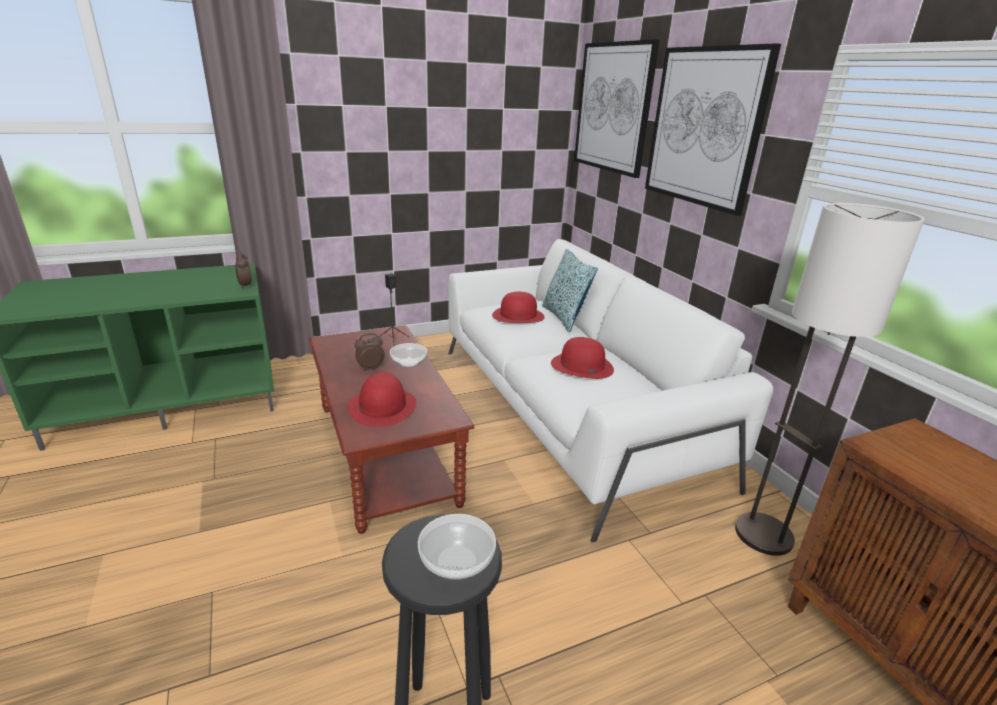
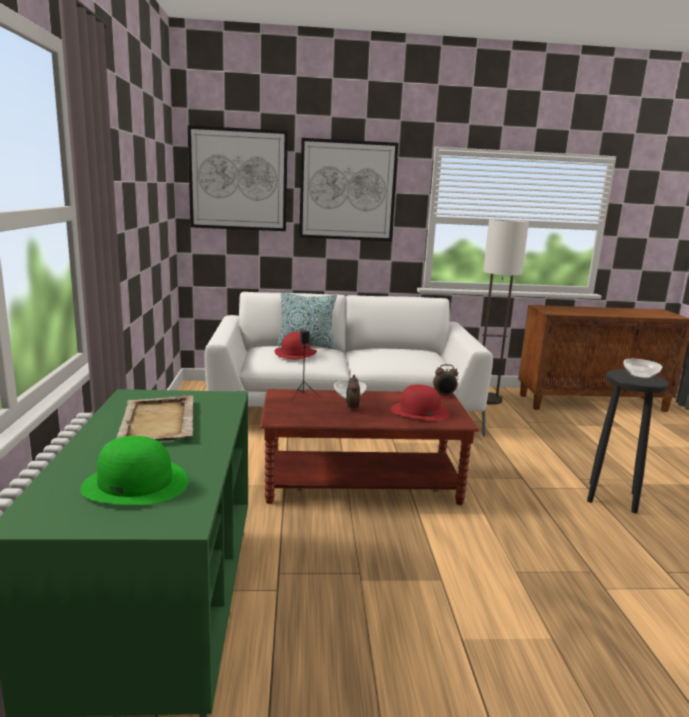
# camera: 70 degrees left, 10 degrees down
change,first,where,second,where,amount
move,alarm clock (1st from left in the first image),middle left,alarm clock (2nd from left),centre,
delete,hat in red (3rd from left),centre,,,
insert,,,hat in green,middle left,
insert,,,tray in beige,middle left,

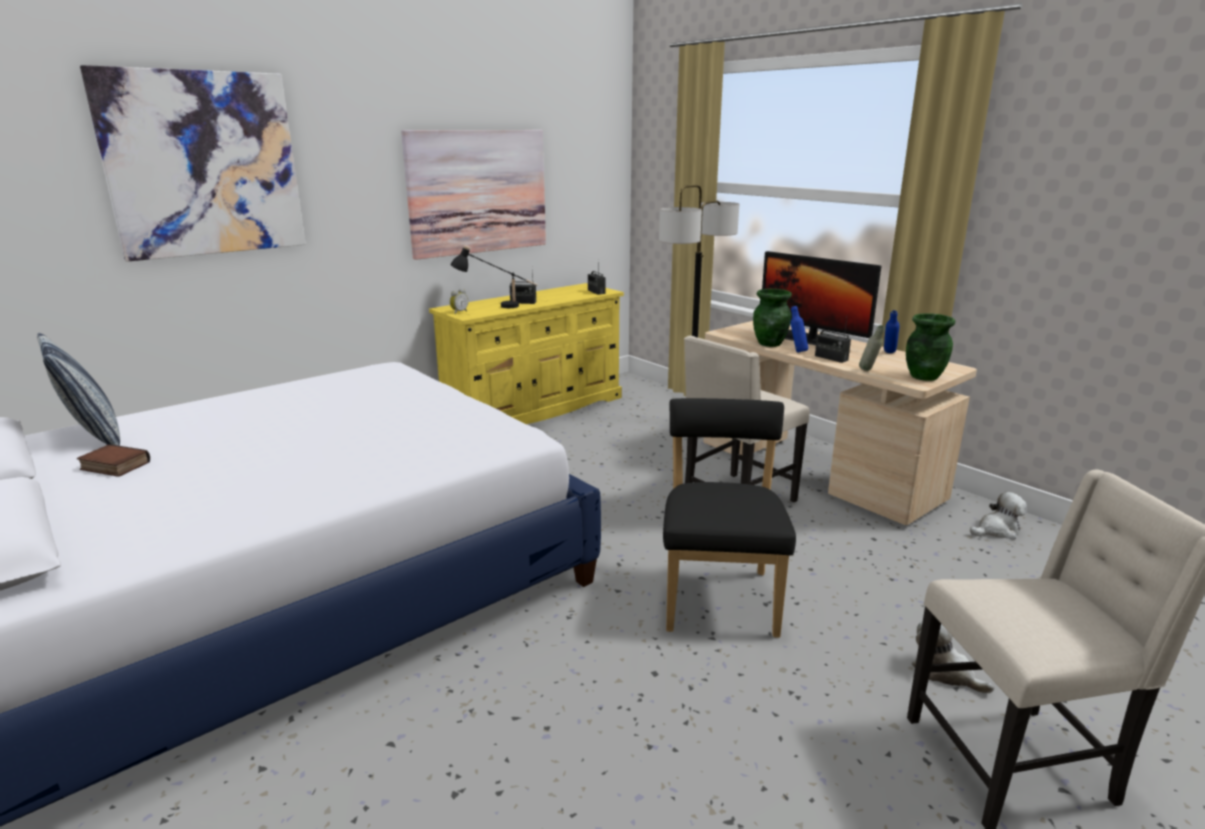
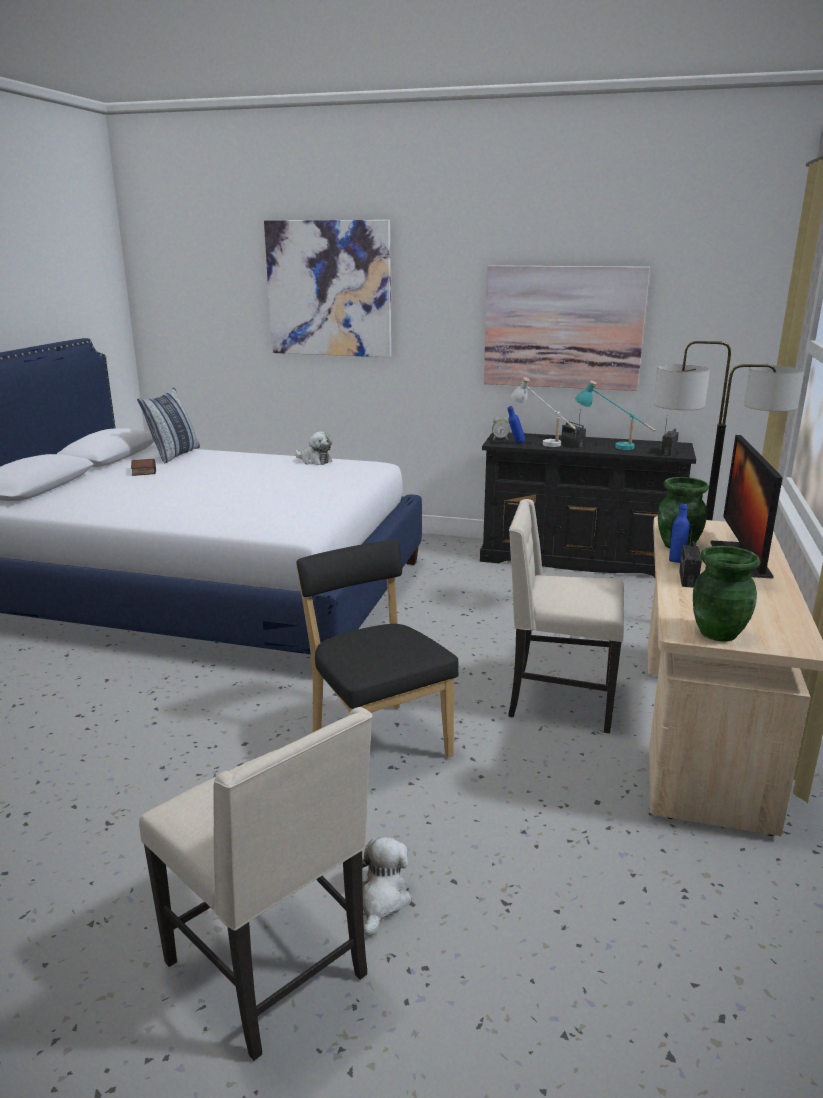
# camera: 55 degrees right, 0 degrees up
change,first,where,second,where,amount
recolor,dresser in yellow,centre,dresser in black,middle right,
recolor,table lamp in black,top centre,table lamp in white,centre,
rotate,chair in black,centre,,centre,90 degrees counterclockwise
delete,bottle in grey,middle right,,,
move,bottle in blue (2nd from left in the first image),middle right,bottle in blue (1st from left),centre,
move,plush toy (2nd from left in the first image),middle right,plush toy (1st from left),centre,
insert,,,table lamp in turquoise,middle right,

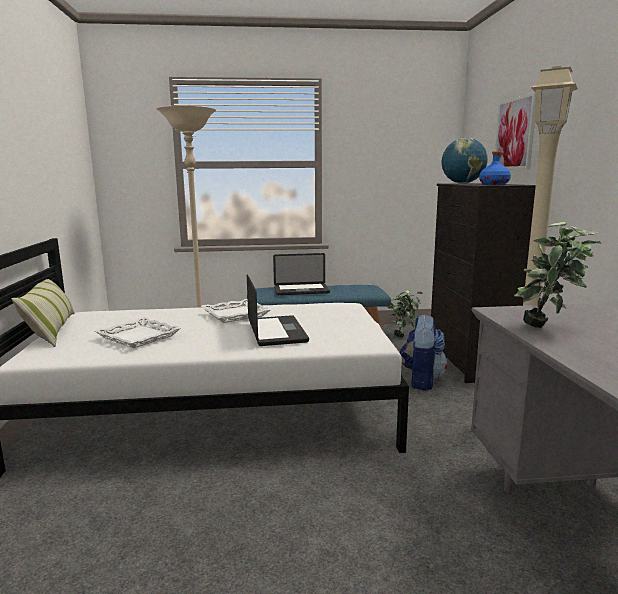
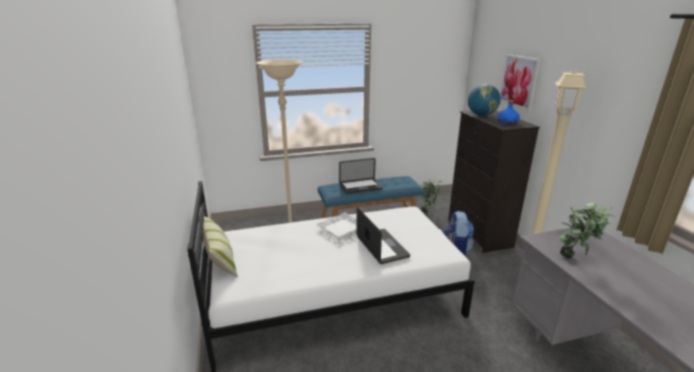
# camera: 10 degrees left, 10 degrees up
change,first,where,second,where,amount
delete,tray in white (1st from left),middle left,,,

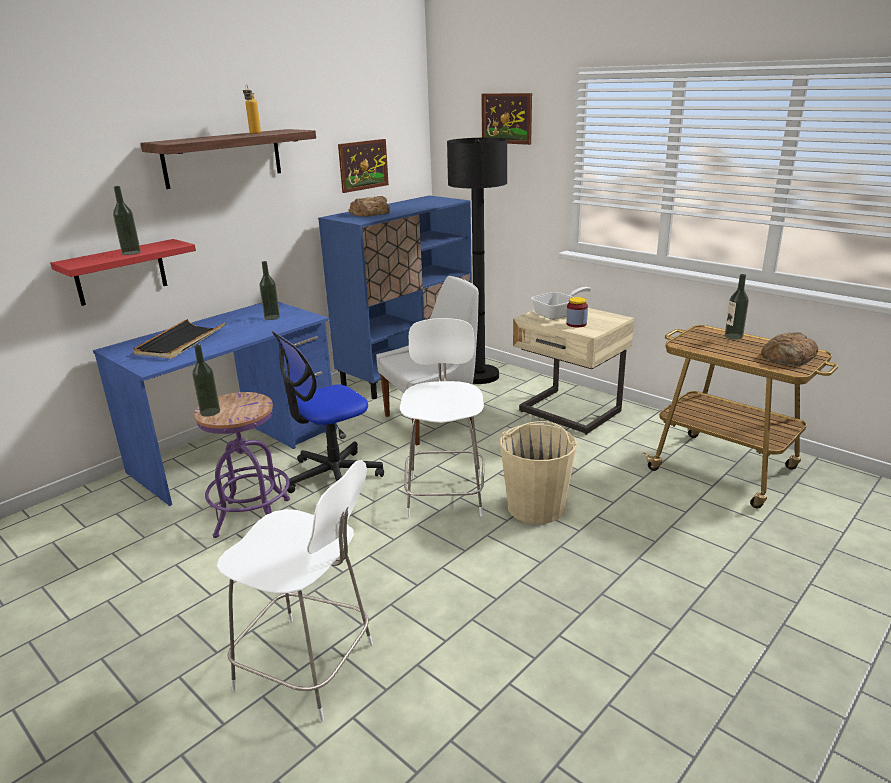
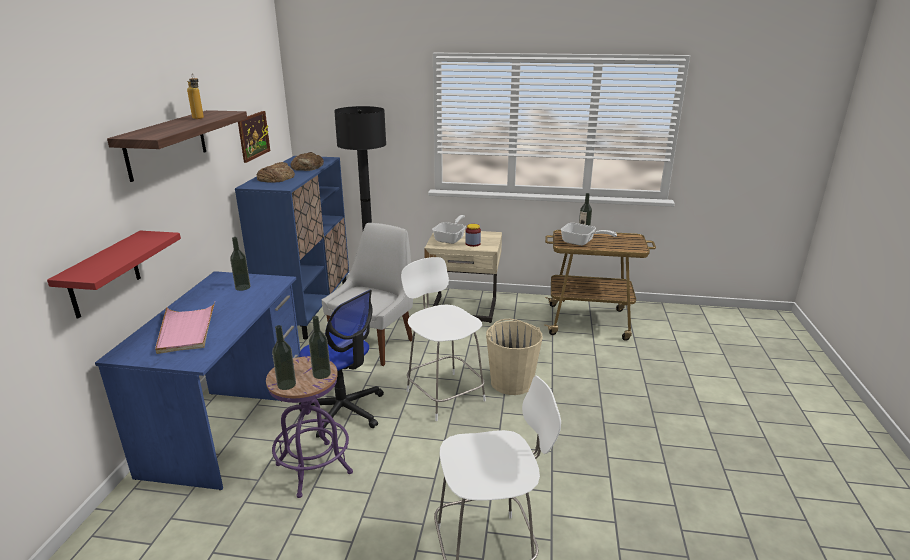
# camera: 35 degrees left, 0 degrees up
change,first,where,second,where,amount
move,bottle (1st from left in the first image),top left,bottle (4th from left),centre,
recolor,tray in black,middle left,tray in pink,middle left,
rotate,office chair,centre,,centre,75 degrees counterclockwise
delete,picture (2nd from left),top centre,,,
move,bread (2nd from left),middle right,,top centre,
insert,,,frying pan (2nd from left),centre,

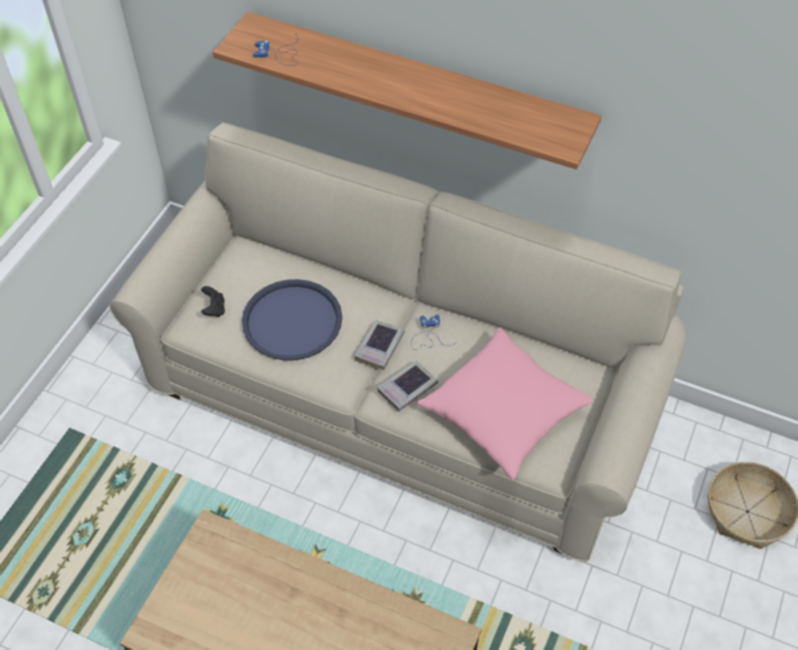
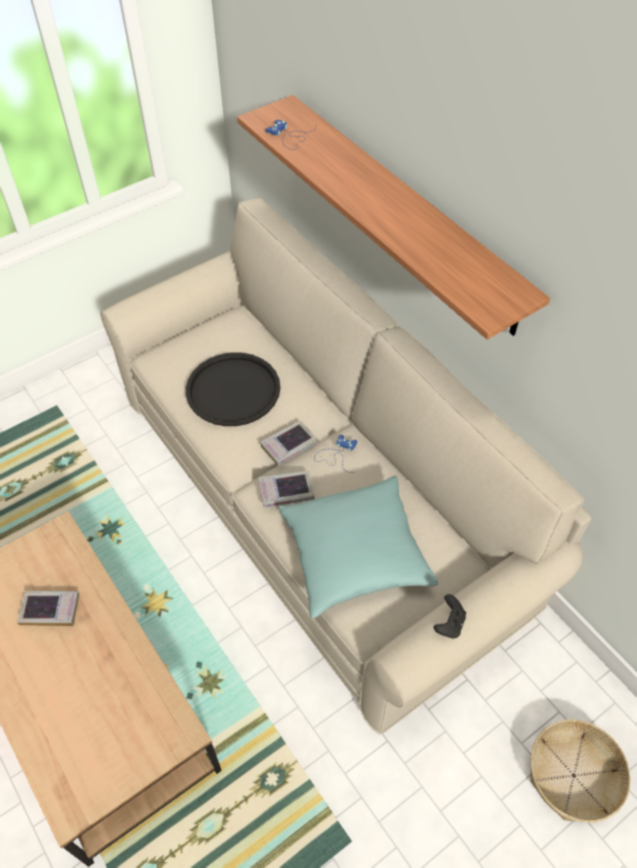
# camera: 30 degrees right, 0 degrees up
change,first,where,second,where,amount
move,game controller in black,middle left,,bottom right,
recolor,tray in blue,centre,tray in black,centre,
recolor,pillow in pink,centre,pillow in turquoise,centre,
insert,,,book (1st from left),bottom left,

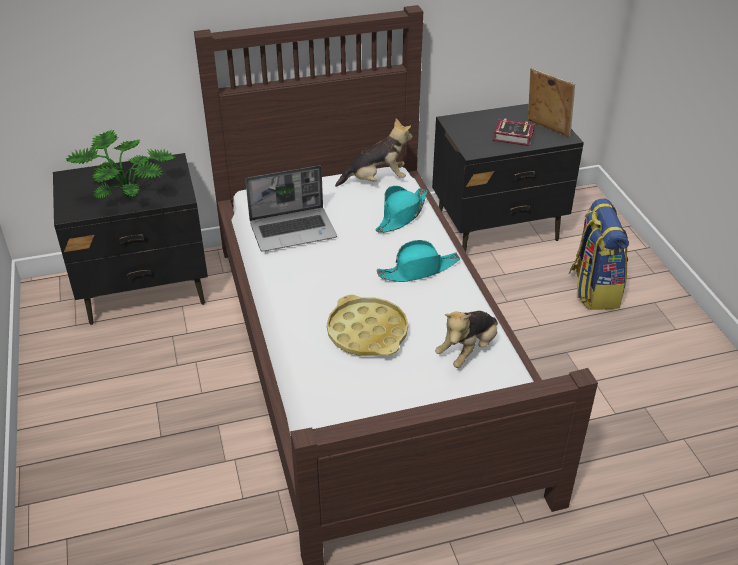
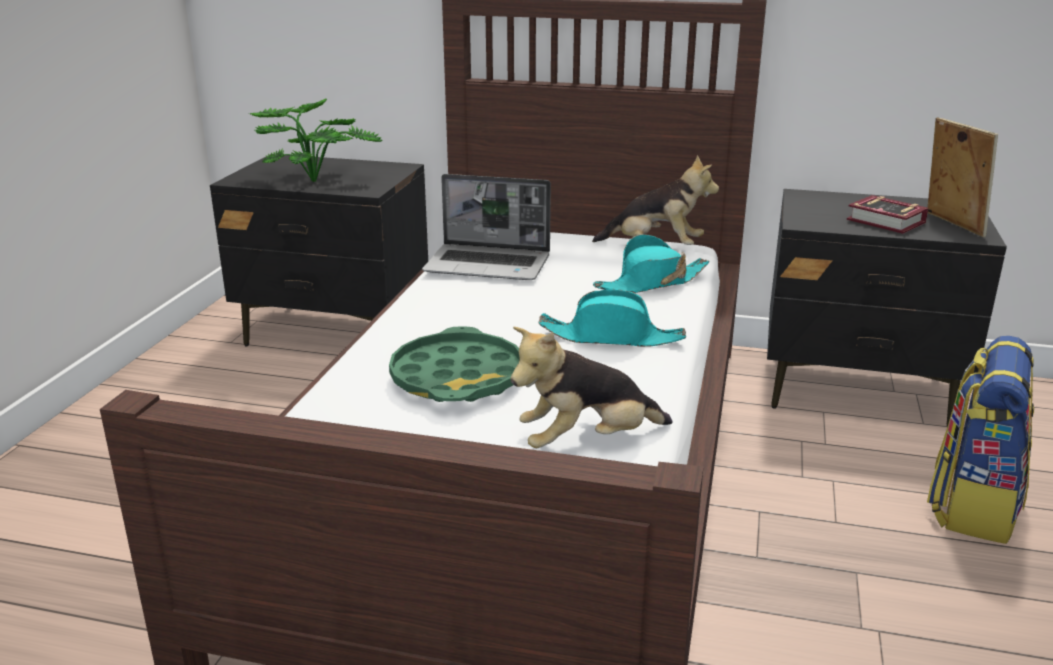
# camera: 30 degrees right, 15 degrees down
change,first,where,second,where,amount
recolor,tray in yellow,centre,tray in green,centre,

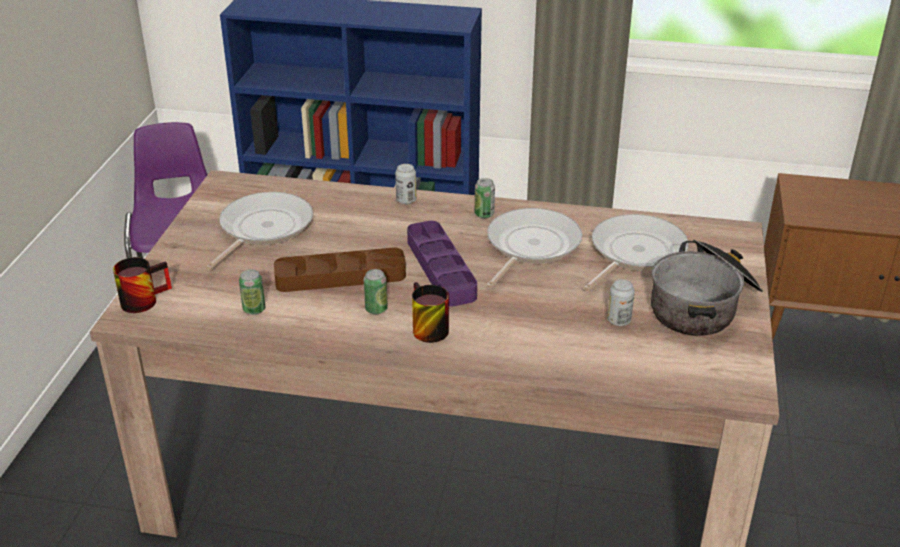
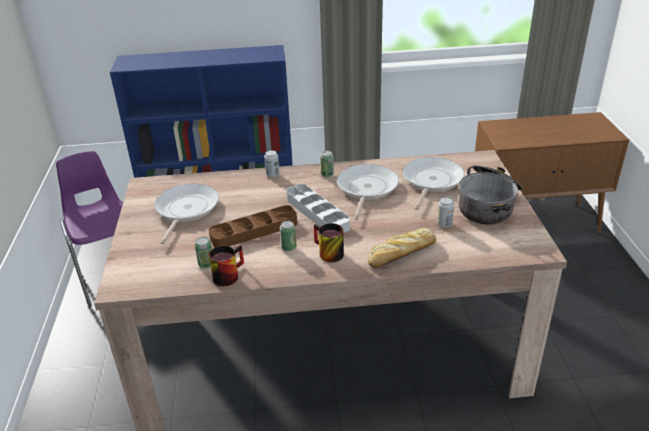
# camera: 15 degrees left, 0 degrees up
change,first,where,second,where,amount
move,mug (1st from left),middle left,,centre,
recolor,tray in purple,centre,tray in grey,centre,
insert,,,bread,centre,

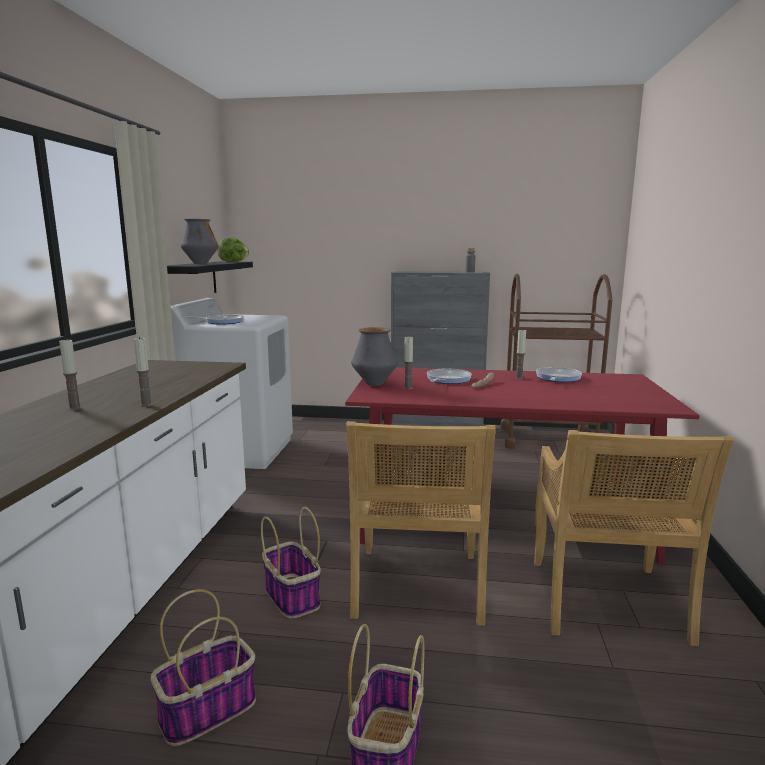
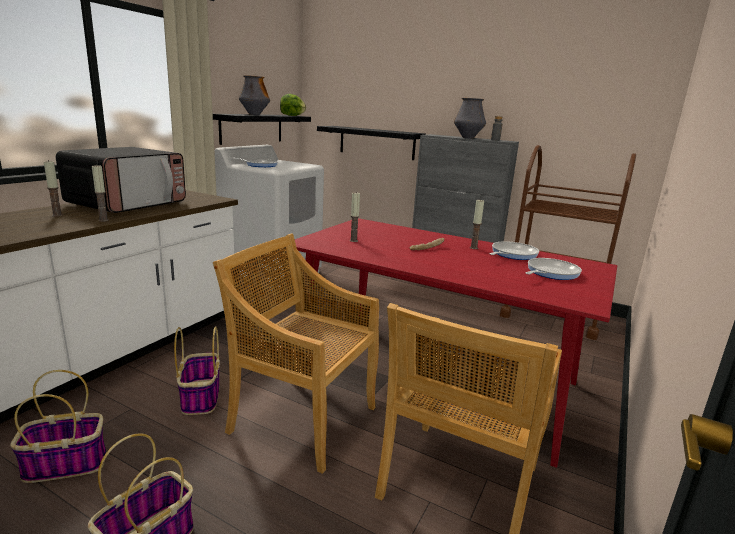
# camera: 20 degrees right, 5 degrees up
change,first,where,second,where,amount
rotate,chair in beige (1st from left),bottom centre,,centre,90 degrees clockwise
move,vase (2nd from left),centre,,top centre,
move,frying pan (2nd from left in the first image),centre,frying pan (3rd from left),middle right,
insert,,,microwave,middle left,
insert,,,shelf in black (2nd from left),top centre,

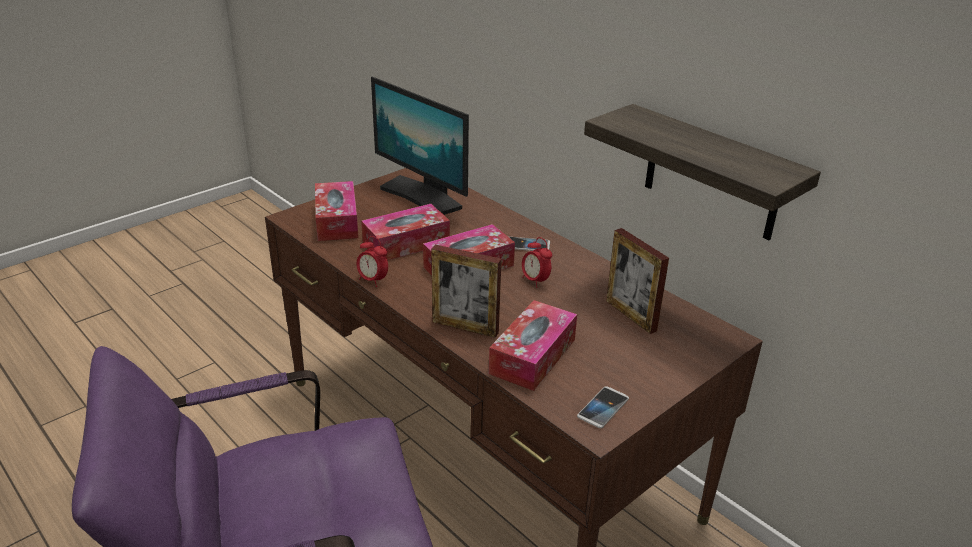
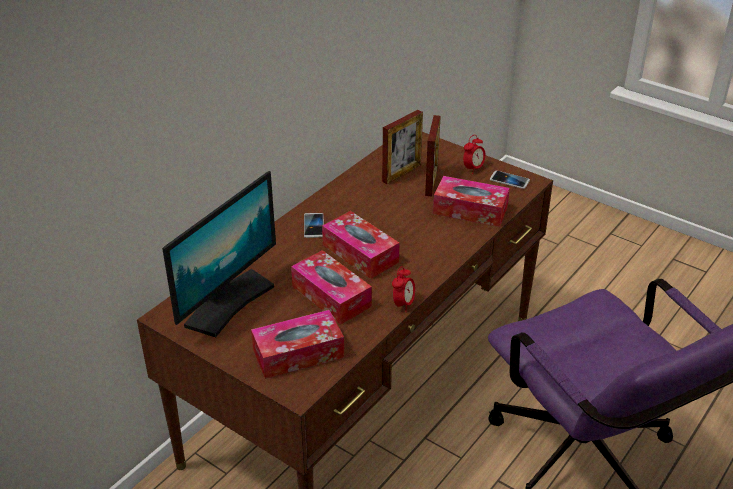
# camera: 100 degrees left, 5 degrees up
change,first,where,second,where,amount
move,picture frame (1st from left in the first image),centre,picture frame (2nd from left),top centre,
move,alarm clock (2nd from left),centre,,top centre,
delete,shelf,top right,,,

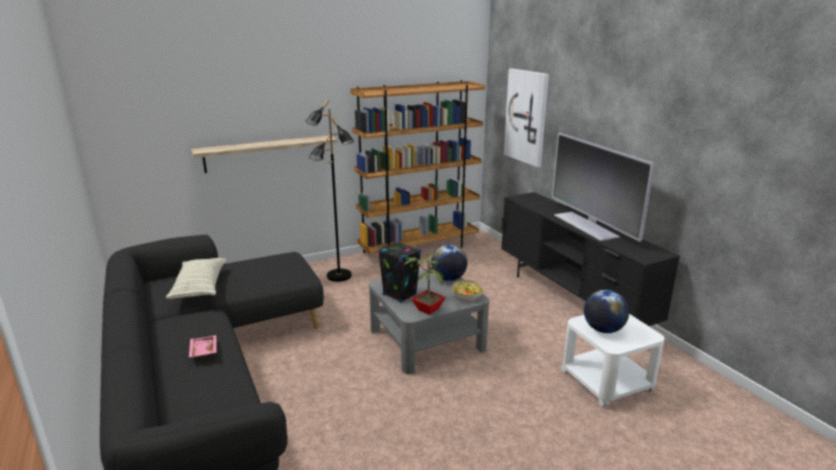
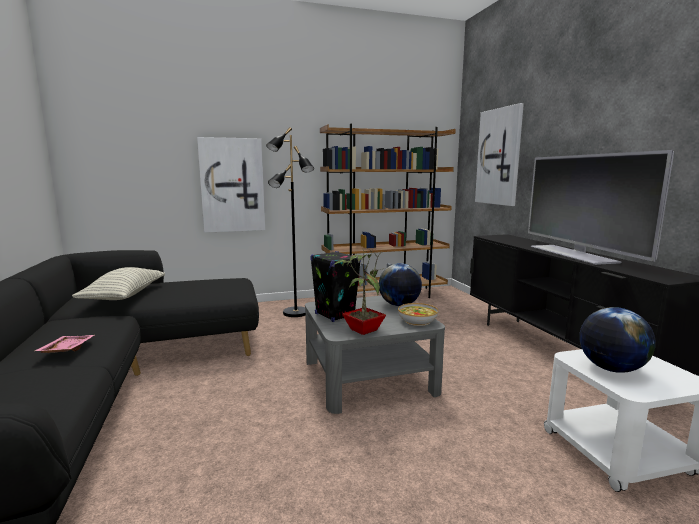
# camera: 10 degrees right, 10 degrees down
change,first,where,second,where,amount
replace,shelf,top left,picture (1st from left),middle left,

